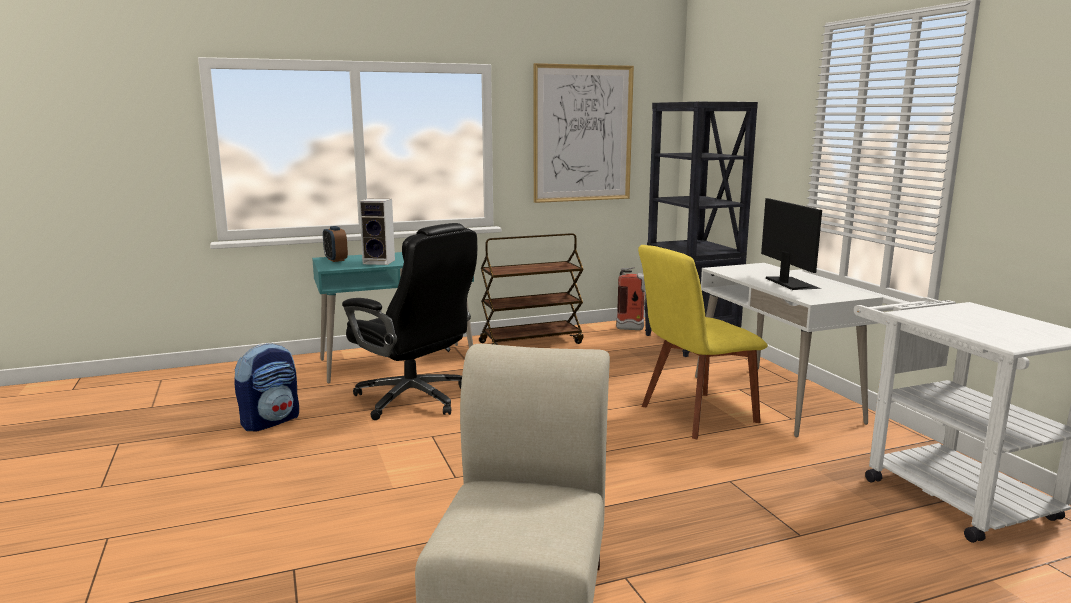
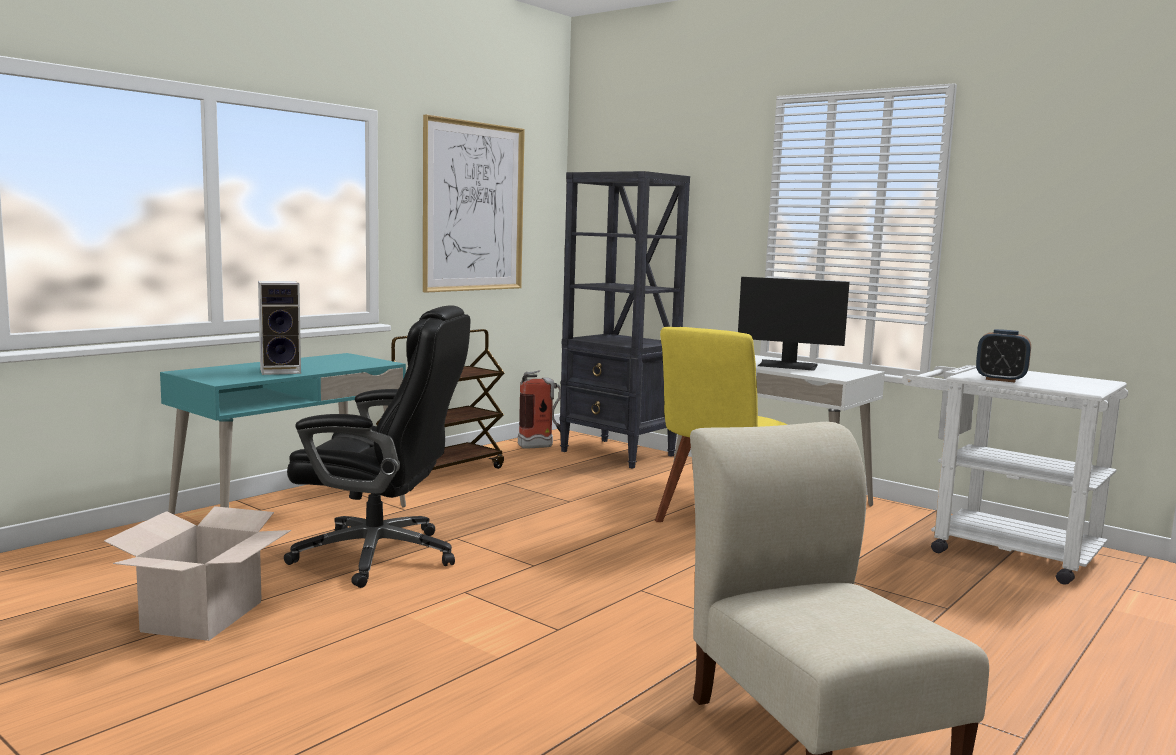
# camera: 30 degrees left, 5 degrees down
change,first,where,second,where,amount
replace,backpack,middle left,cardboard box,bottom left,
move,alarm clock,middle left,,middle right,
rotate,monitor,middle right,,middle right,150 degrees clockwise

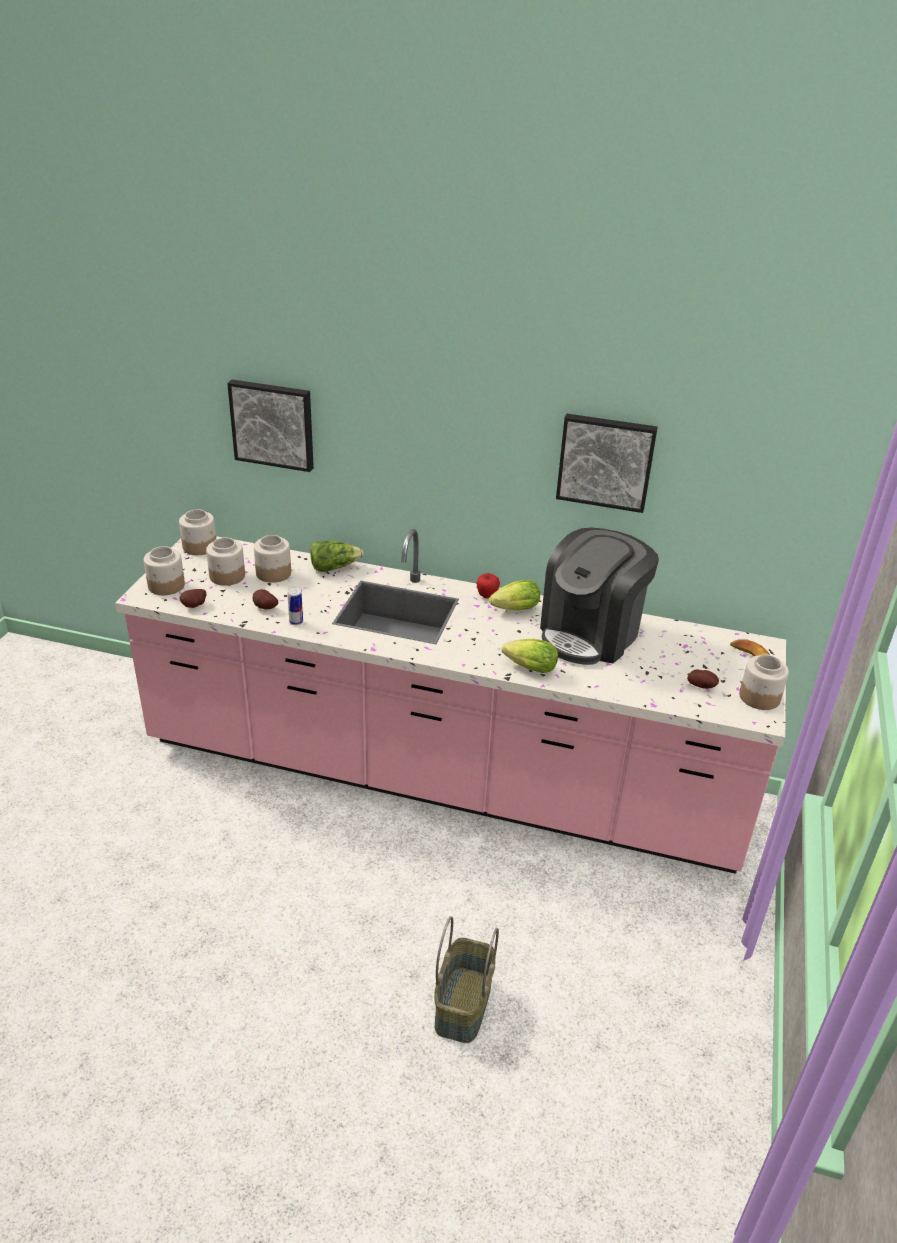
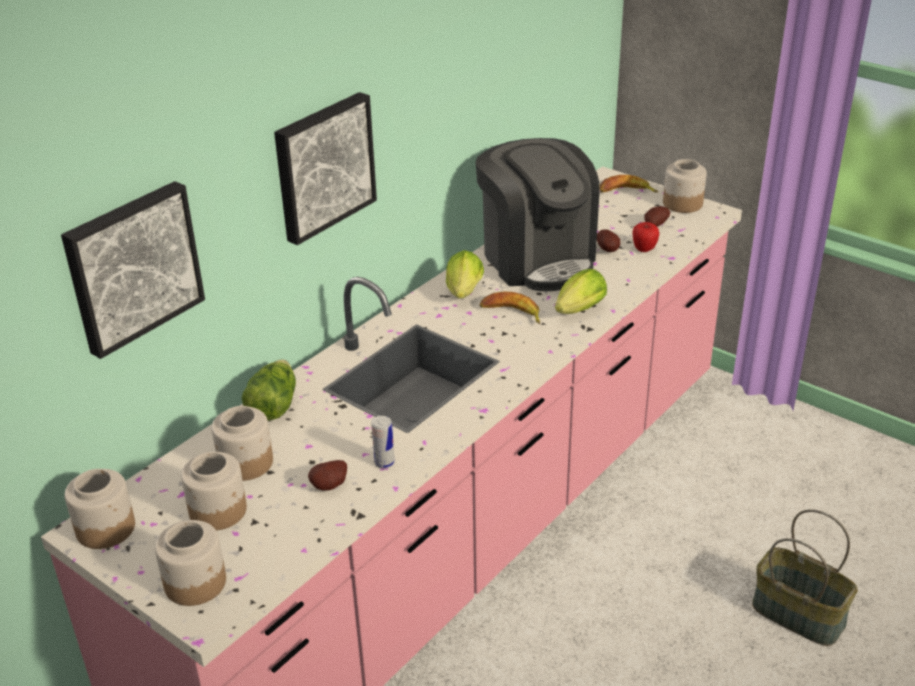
# camera: 65 degrees left, 0 degrees up
change,first,where,second,where,amount
move,potato (1st from left in the first image),middle left,potato (2nd from left),centre,
move,apple,centre,,middle right,
move,picture (2nd from left),middle right,,top centre,
insert,,,banana (1st from left),centre,

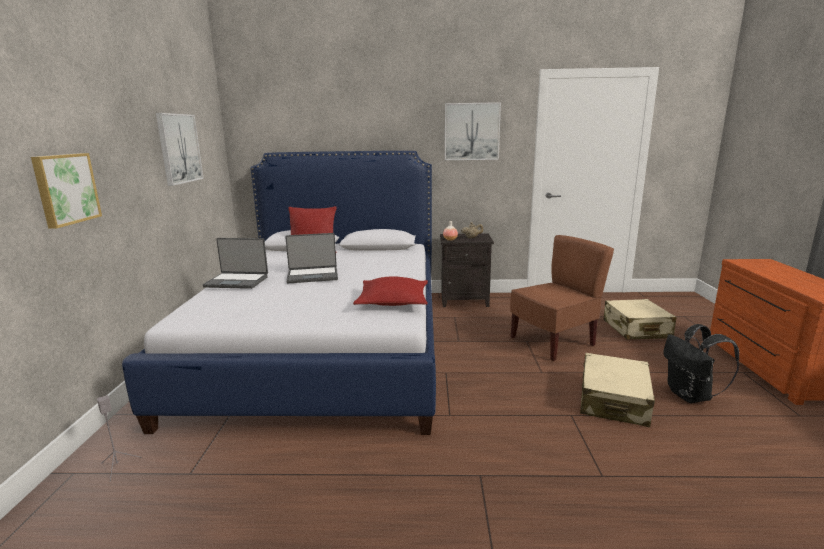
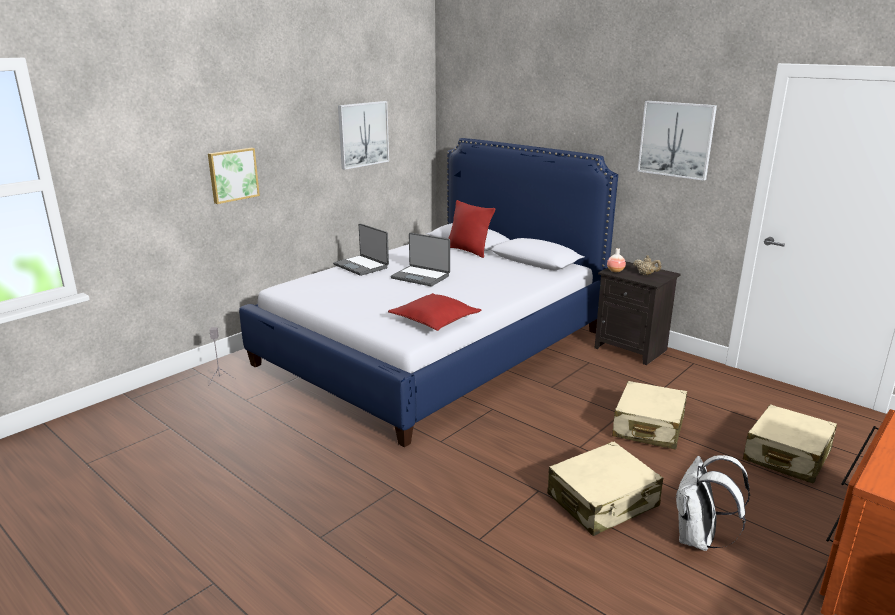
# camera: 40 degrees right, 5 degrees up
change,first,where,second,where,amount
replace,chair in brown,middle right,suitcase in beige (2nd from left),bottom right,
recolor,backpack in black,middle right,backpack in white,bottom right,

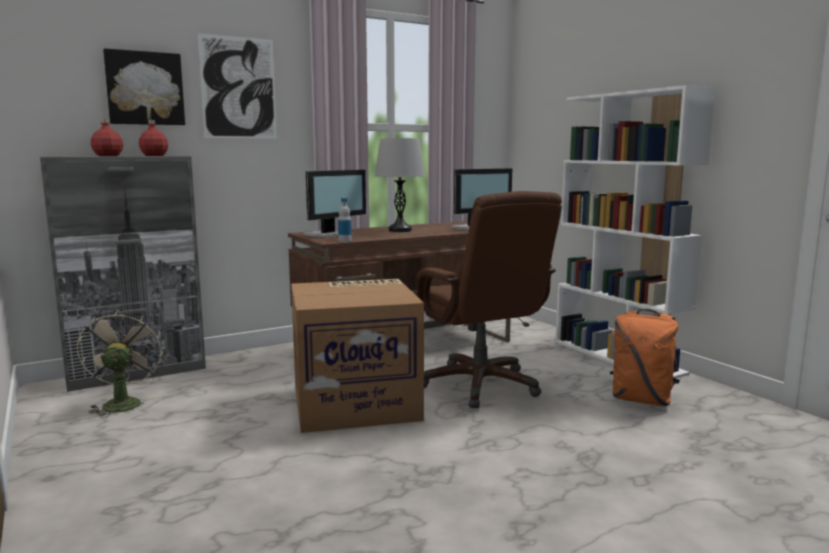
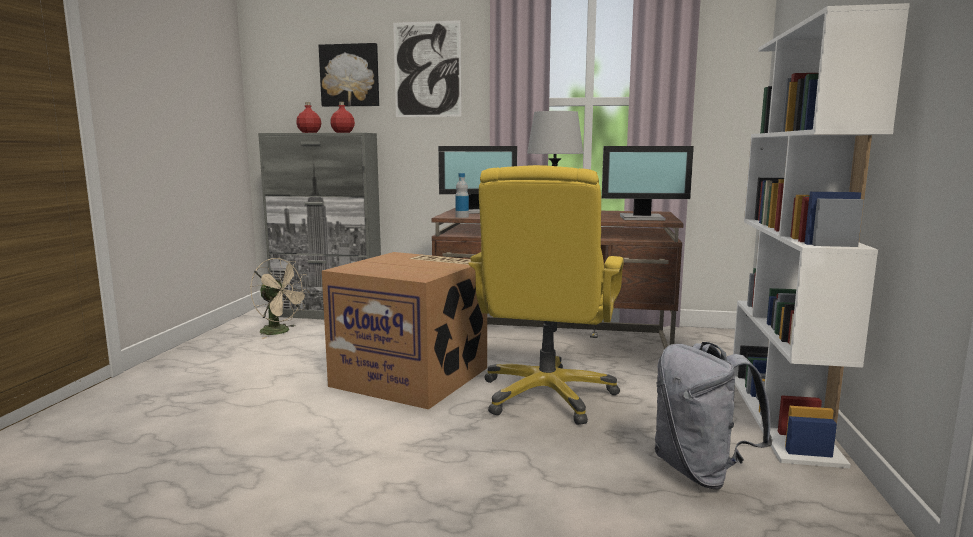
# camera: 40 degrees right, 0 degrees up
change,first,where,second,where,amount
rotate,fan in beige,middle left,,middle left,90 degrees clockwise
recolor,office chair in brown,centre,office chair in yellow,centre,
recolor,backpack in orange,middle right,backpack in grey,bottom right,

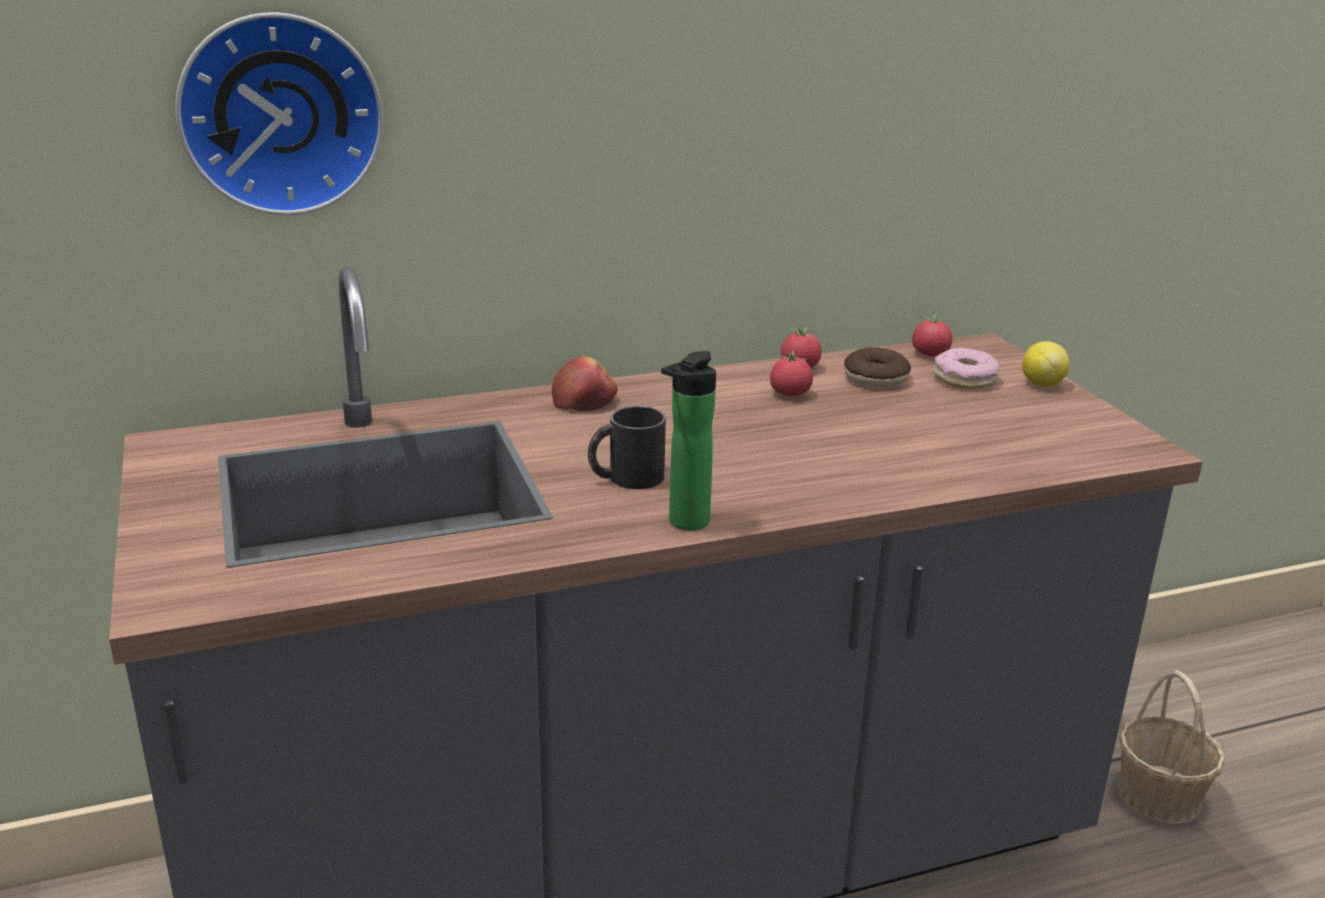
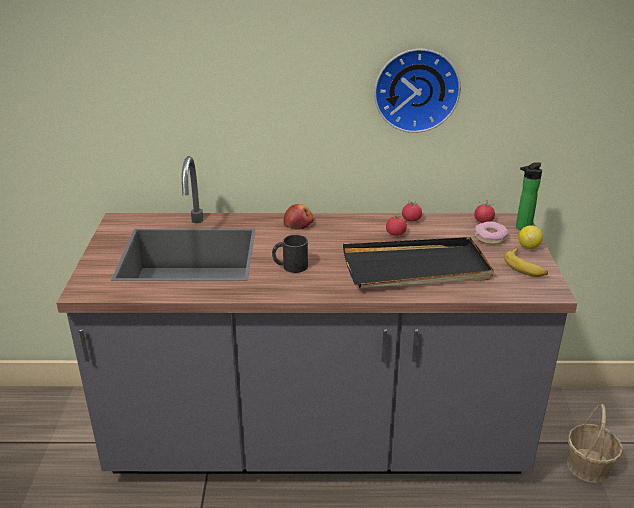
# camera: 20 degrees right, 5 degrees up
change,first,where,second,where,amount
move,wall clock,top left,,top centre,
move,bottle,centre,,middle right,
delete,donut (1st from left),centre,,,
insert,,,tray in black,centre,
insert,,,banana,middle right,

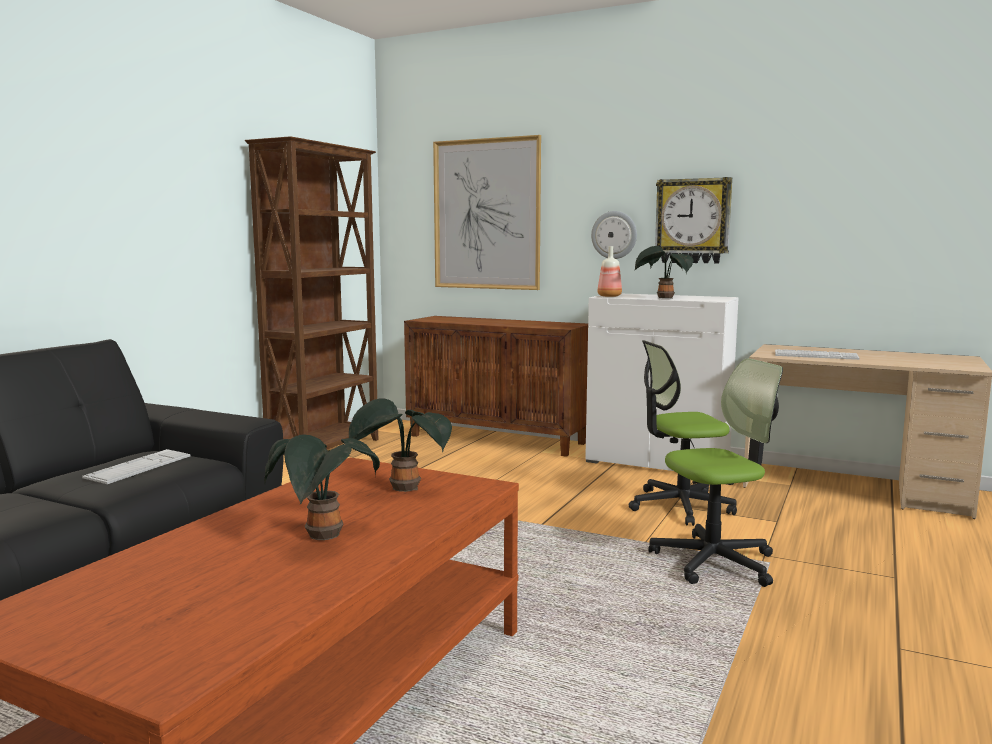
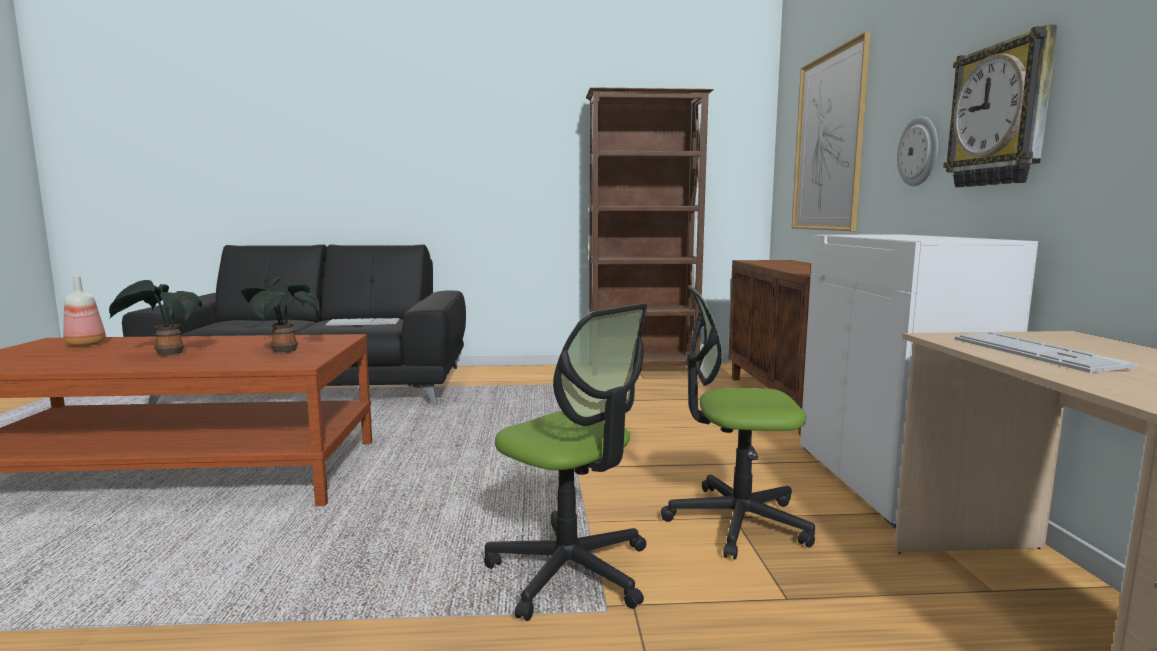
# camera: 60 degrees right, 0 degrees up
change,first,where,second,where,amount
move,bottle,centre,,middle left,
rotate,office chair (1st from left in the first image),middle right,office chair (2nd from left),centre,45 degrees counterclockwise
delete,potted plant (3rd from left),middle right,,,

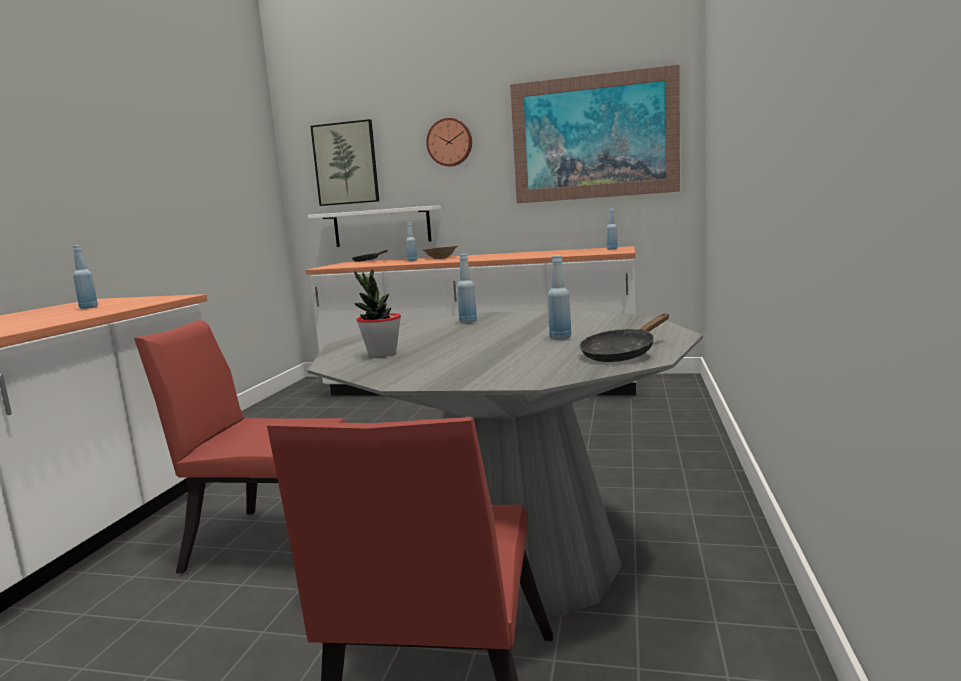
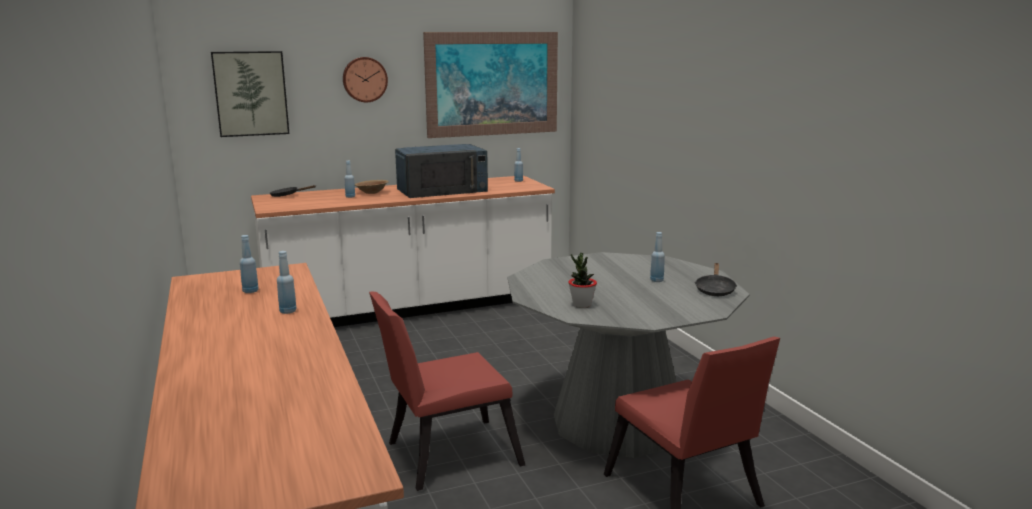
# camera: 35 degrees left, 5 degrees up
change,first,where,second,where,amount
delete,shelf in white,top centre,,,
move,bottle in blue (3rd from left in the first image),centre,bottle in blue (2nd from left),middle left,
insert,,,microwave in blue,centre,

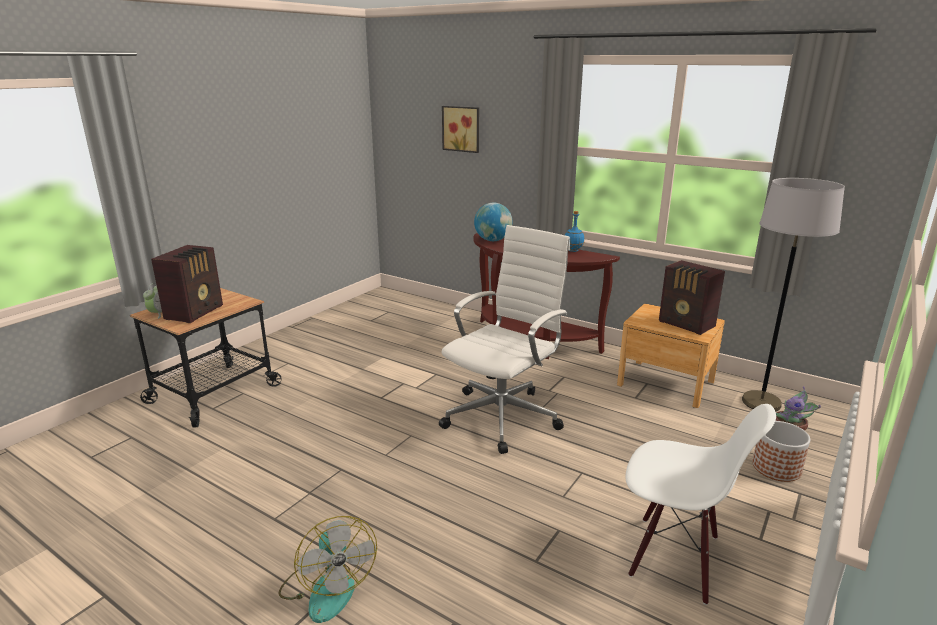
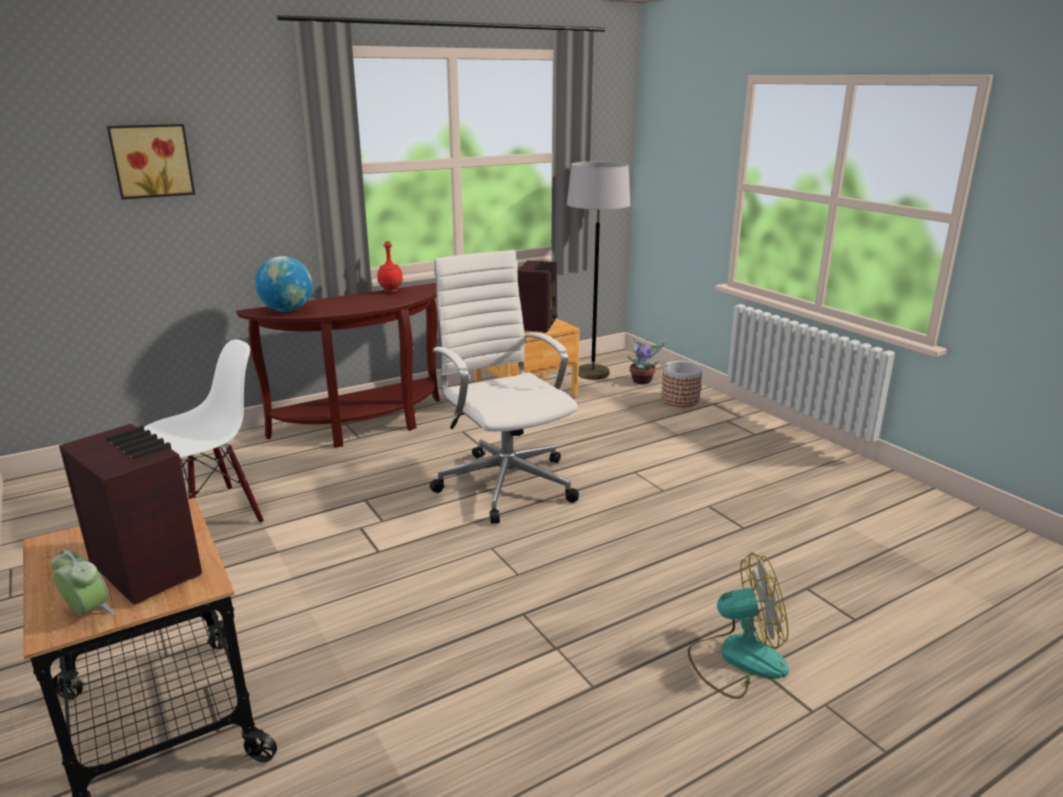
# camera: 65 degrees left, 0 degrees up
change,first,where,second,where,amount
recolor,bottle in blue,centre,bottle in red,centre,
move,chair in white,bottom right,,middle left,
rotate,radio (2nd from left),middle right,,centre,60 degrees counterclockwise

